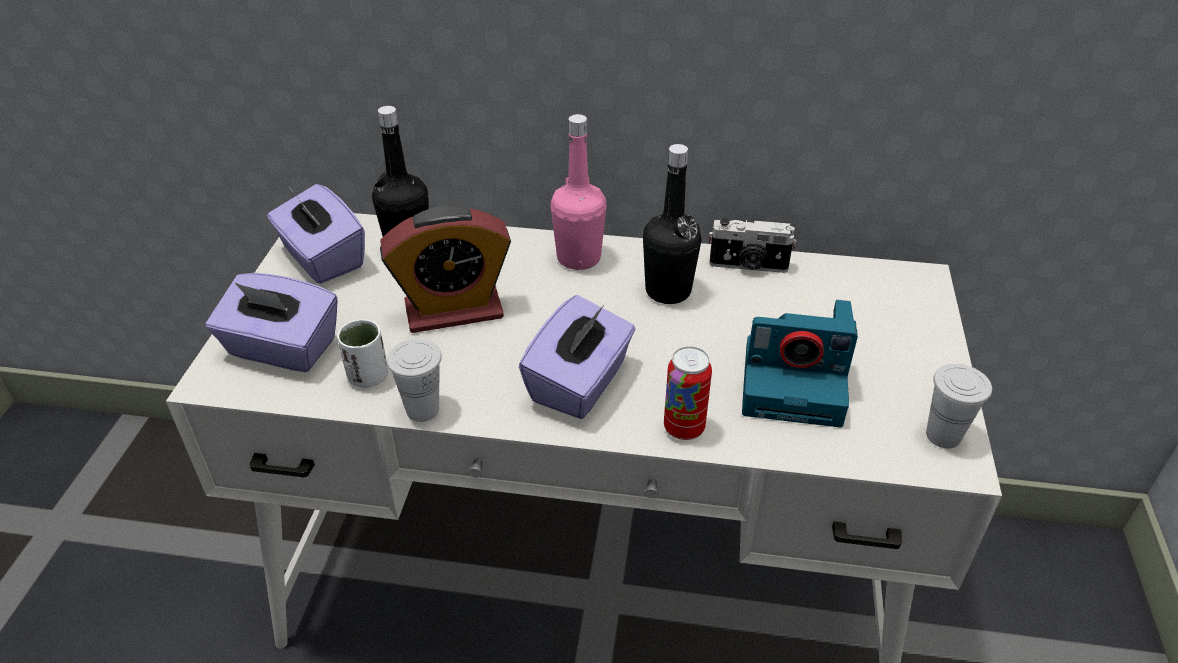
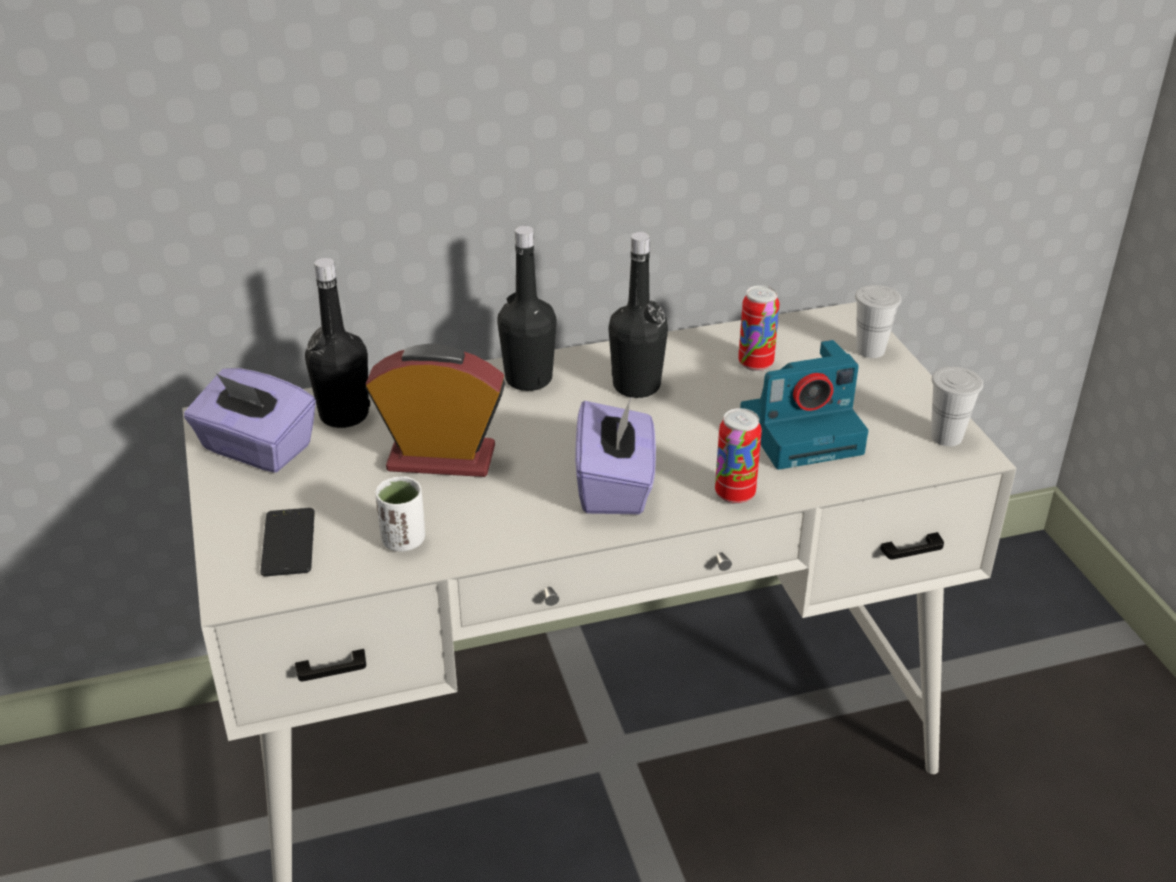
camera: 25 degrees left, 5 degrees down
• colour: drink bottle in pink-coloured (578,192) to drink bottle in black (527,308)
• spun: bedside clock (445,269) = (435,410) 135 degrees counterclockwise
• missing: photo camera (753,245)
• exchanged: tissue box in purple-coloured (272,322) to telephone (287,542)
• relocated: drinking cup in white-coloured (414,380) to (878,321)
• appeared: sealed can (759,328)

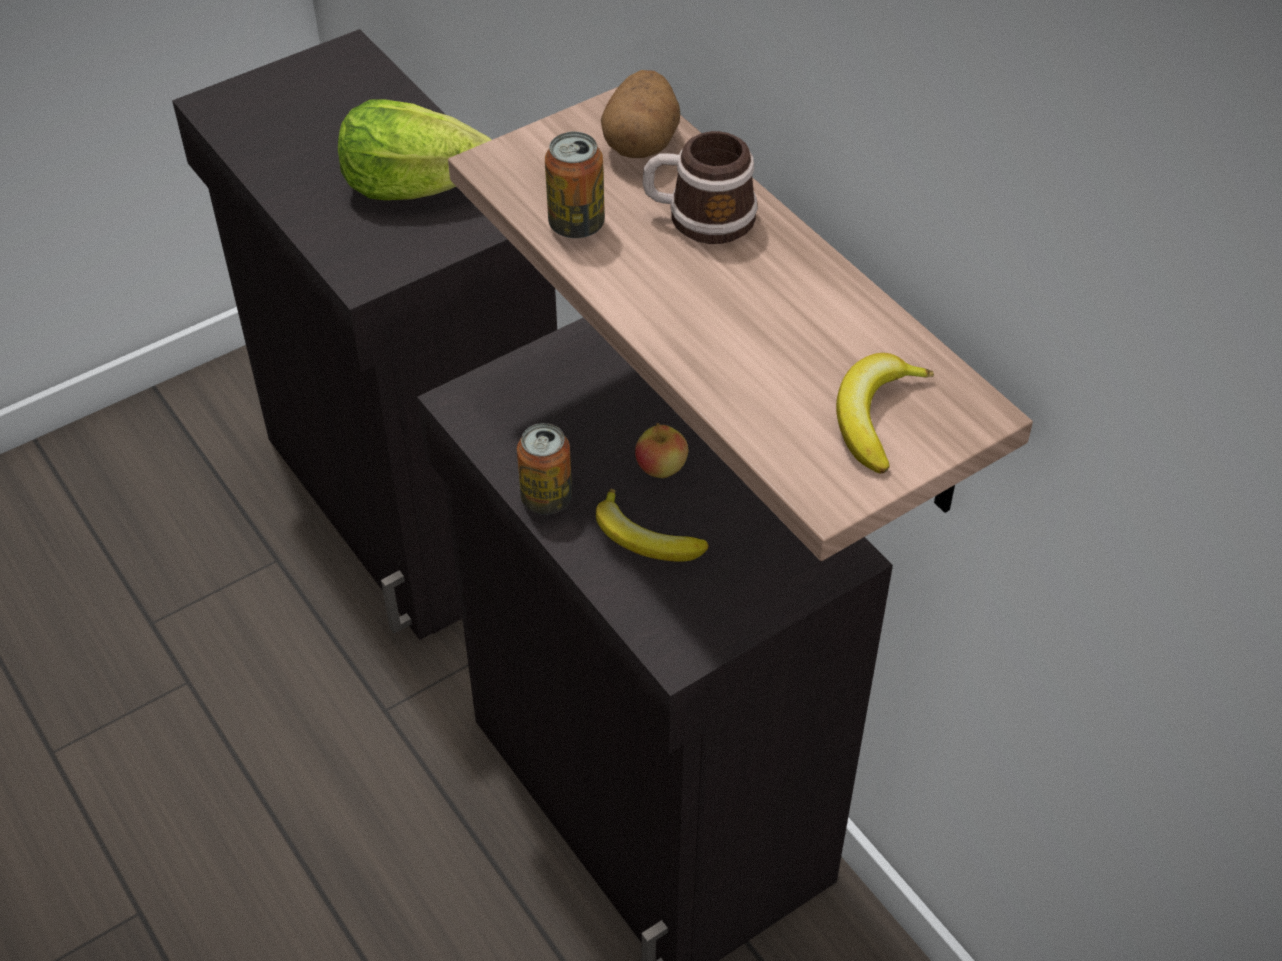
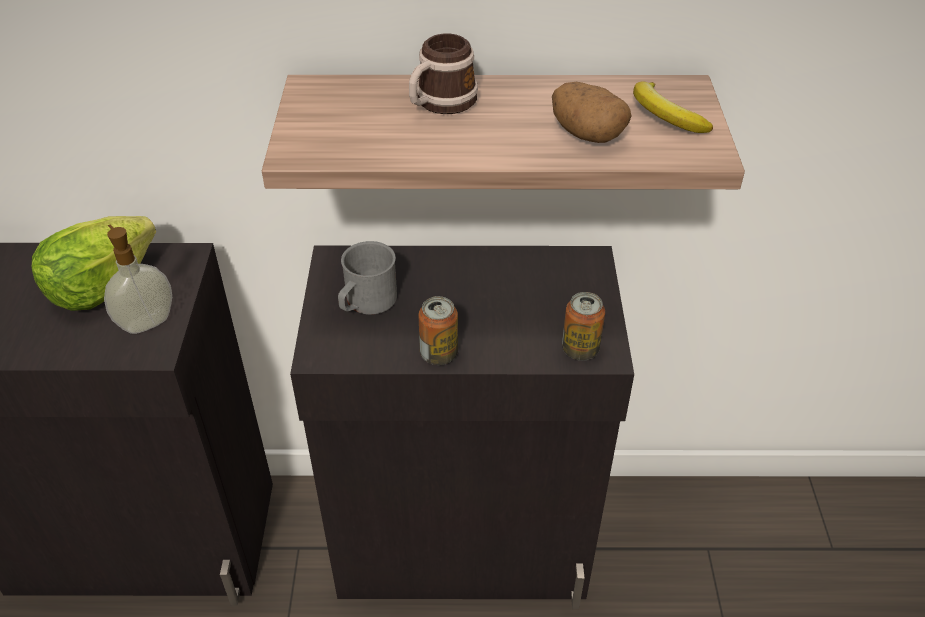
camera: 55 degrees left, 5 degrees down
• relocated: spud (640,114) to (592,112)
• relocated: sealed can (575,185) to (583,326)
• missing: apple (661,450)
• missing: banana (652,525)
• appeared: liquid soap bottle (138,279)
• appeared: coffee mug in grey (367,278)

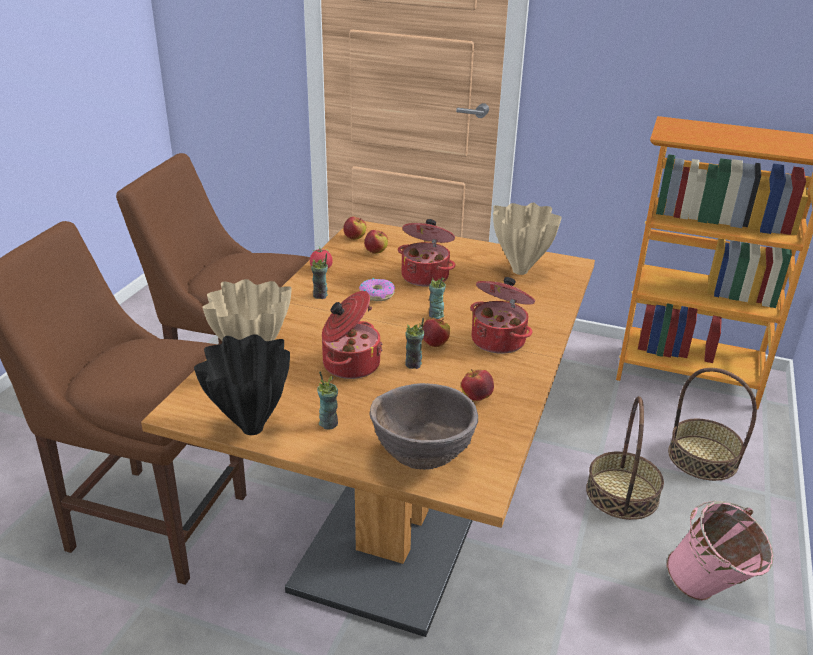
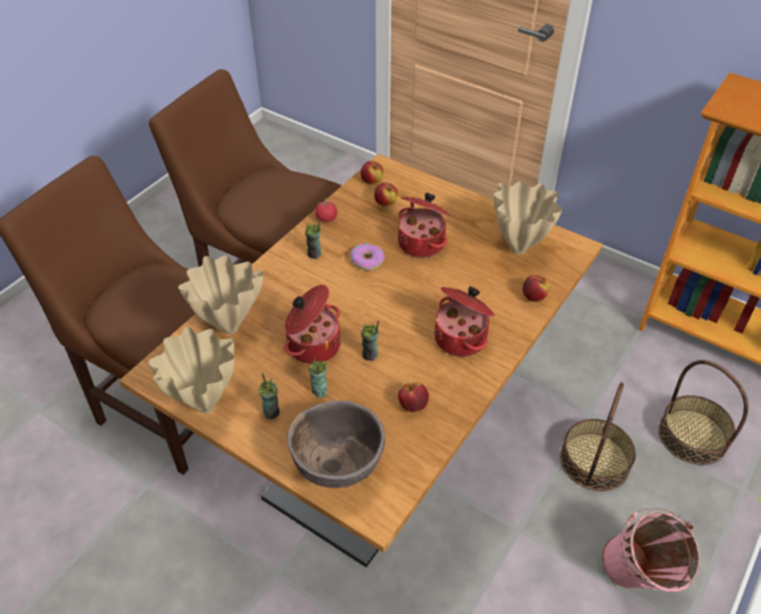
camera: 15 degrees right, 15 degrees up
• relocated: drinking cup (437,298) to (318,378)
• relocated: apple (436,333) to (536,288)
• colour: vase in black (242,384) to vase in beige (191,370)

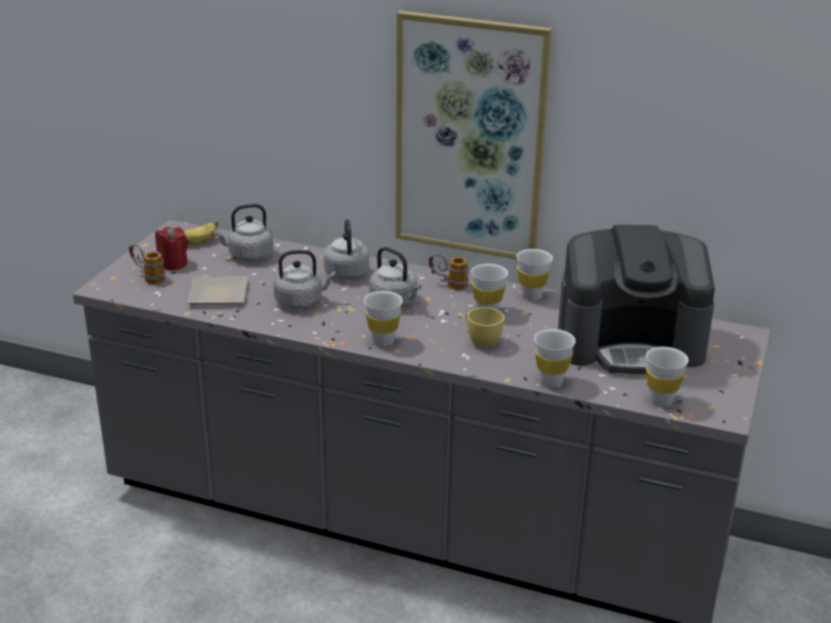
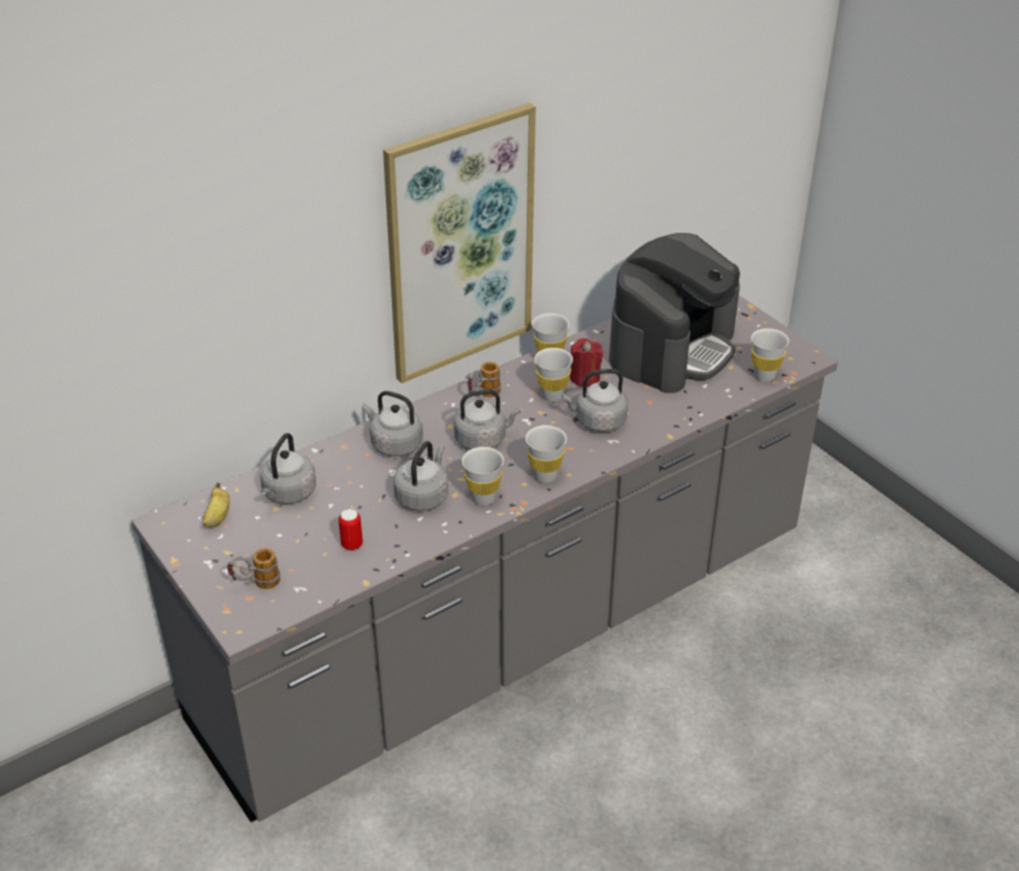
camera: 55 degrees left, 10 degrees up
• relocated: wax light in red-coloured (171,248) to (586,362)
• exchanged: flat dish (218,290) to sealed can (350,530)
• exchanged: drinking cup in yellow-coloured (485,327) to kettle in grey (595,400)
• relocated: drinking cup in white-coloured (555,358) to (483,476)

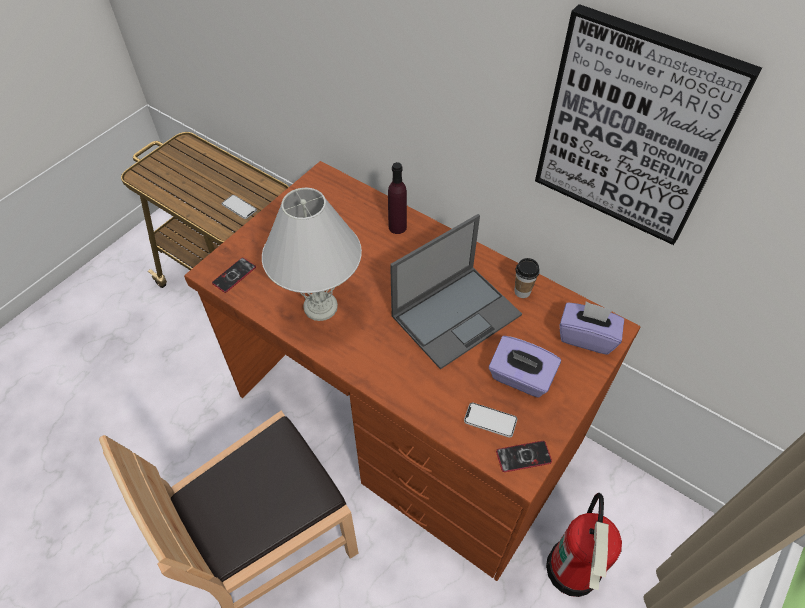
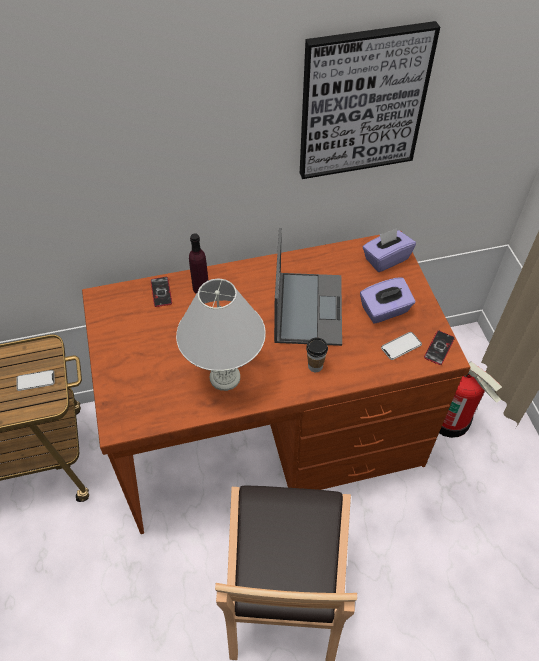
camera: 50 degrees left, 0 degrees up
• relocated: telephone (234,275) to (161,292)
• relocated: drinking cup (527,278) to (317,355)

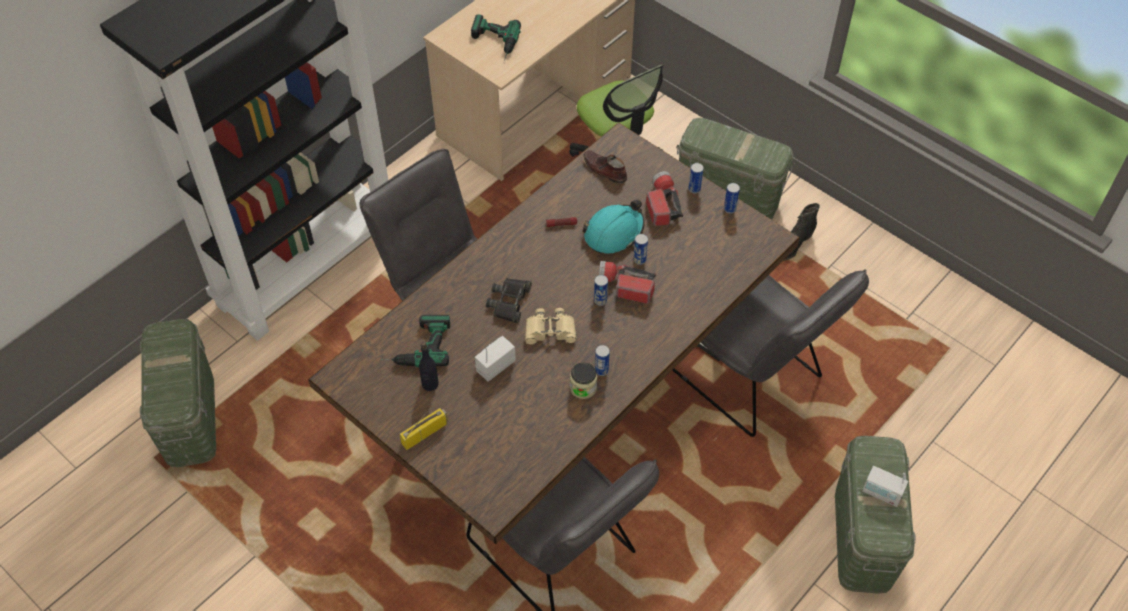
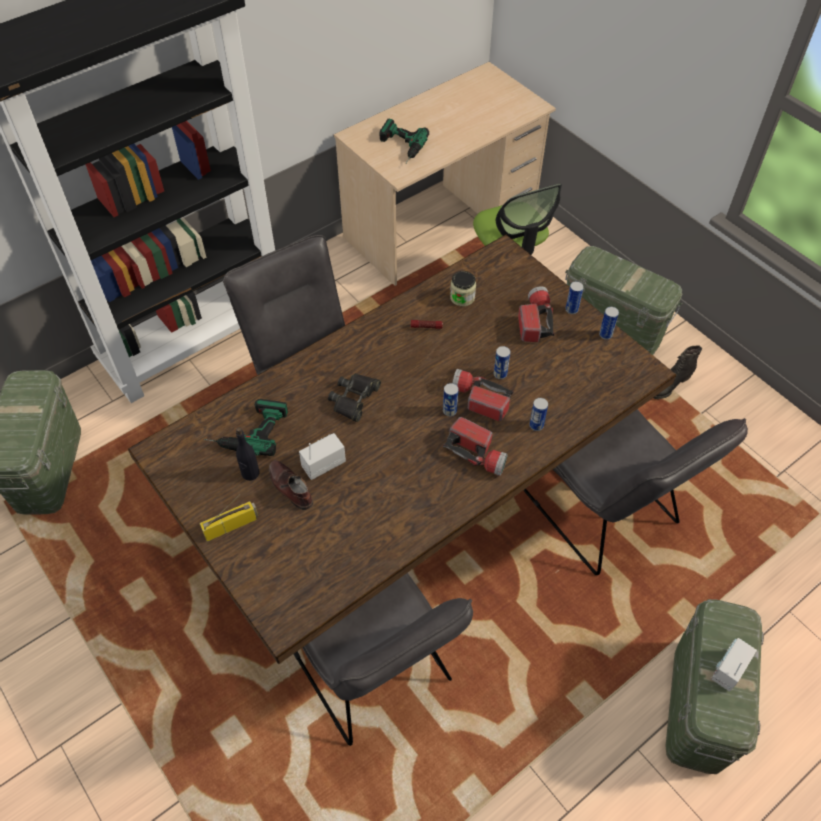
camera: 10 degrees right, 0 degrees up
• relocated: item of footwear in brown-coloured (605,167) to (291,485)
• missing: hard hat in turquoise-coloured (613,226)
• missing: binoculars in beige (551,326)
• relocated: sealed can (602,360) to (538,414)
• relocated: jar (583,381) to (463,288)
• spun: radio receiver (885,486) = (734,665) 90 degrees clockwise
• appeared: torch (475,446)

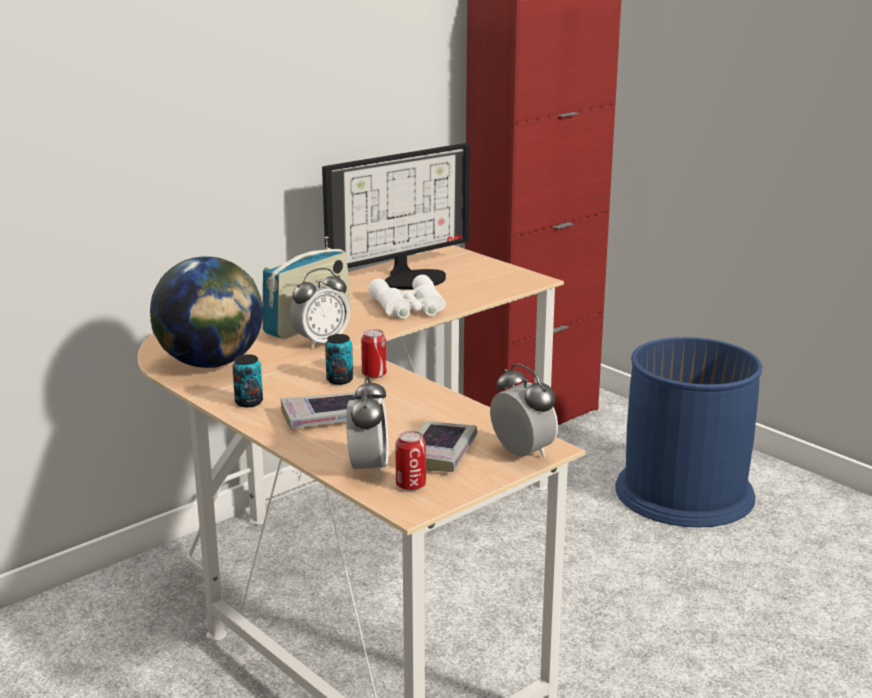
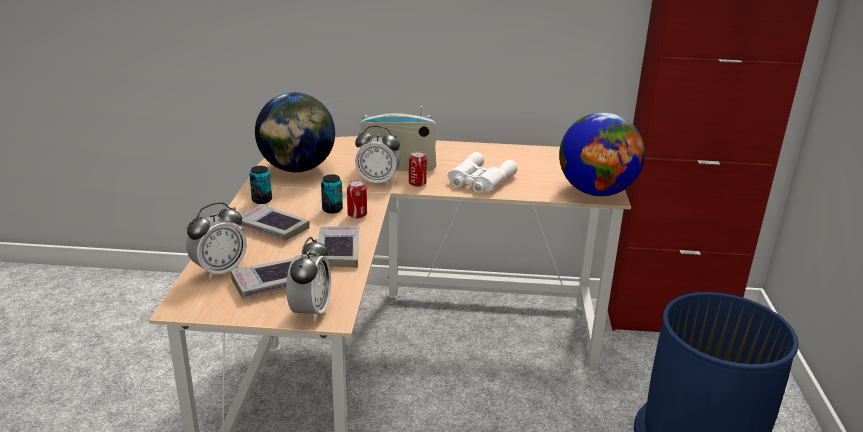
camera: 45 degrees right, 5 degrees up
• missing: computer display (396,216)
• relocated: sealed can (411,461) to (418,169)
• appeared: world globe (602,154)
• appeared: volume (337,247)

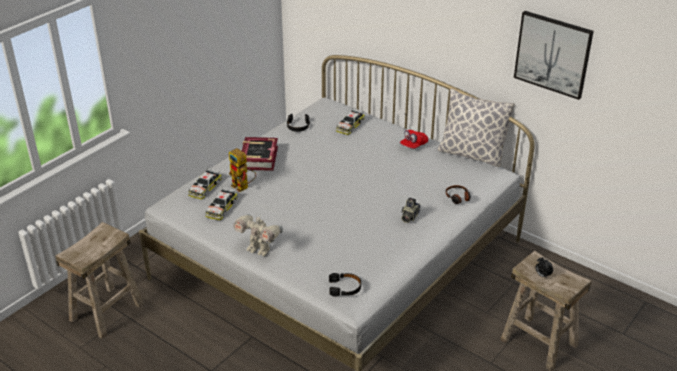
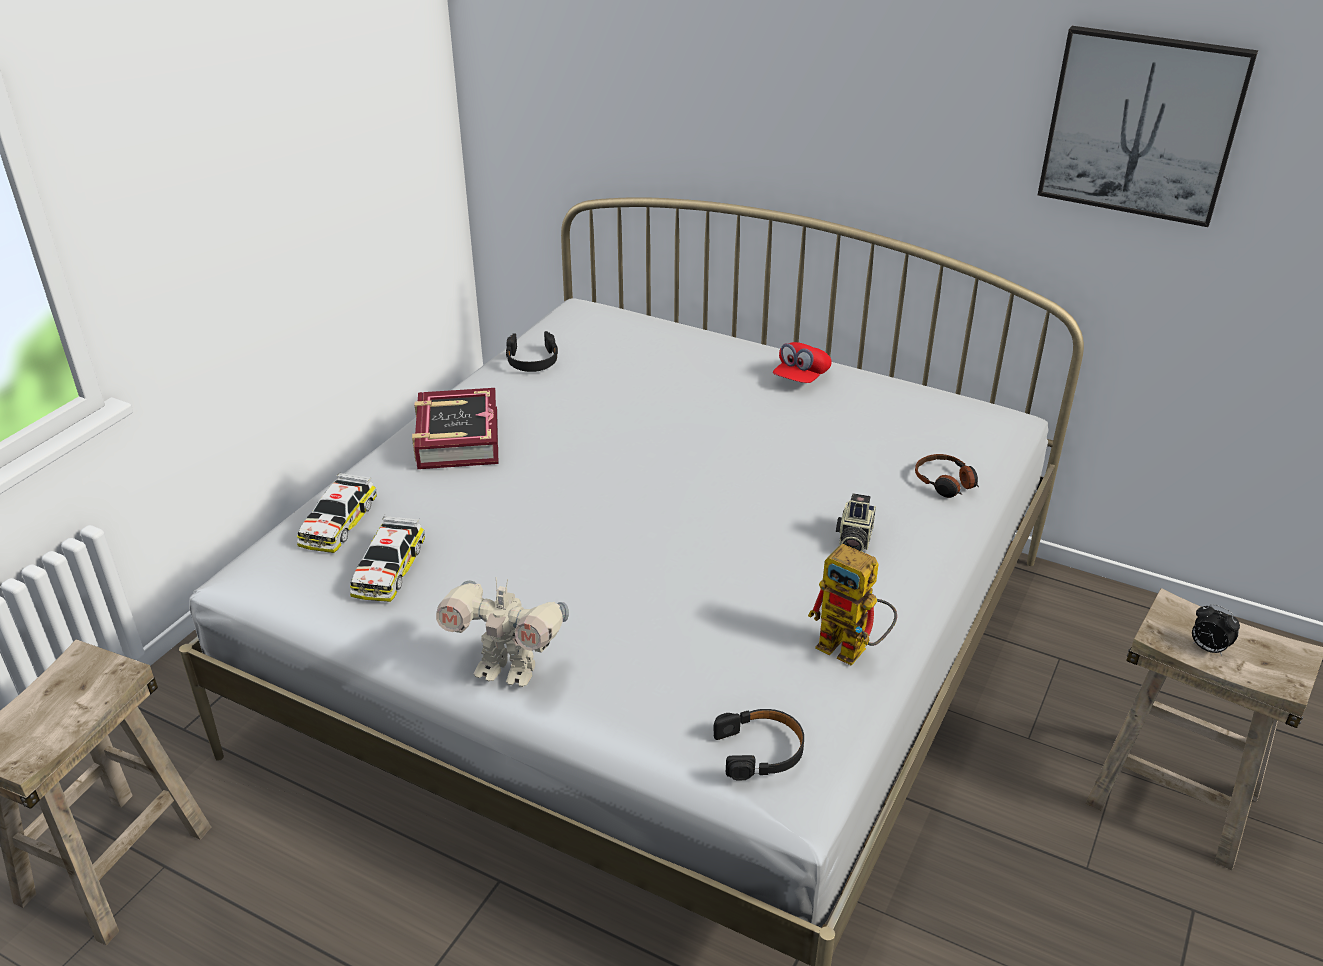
camera: 10 degrees left, 0 degrees up
• missing: throw pillow (475,128)
• missing: toy car (350,121)
• relocated: model robot (242,170) to (852,605)

